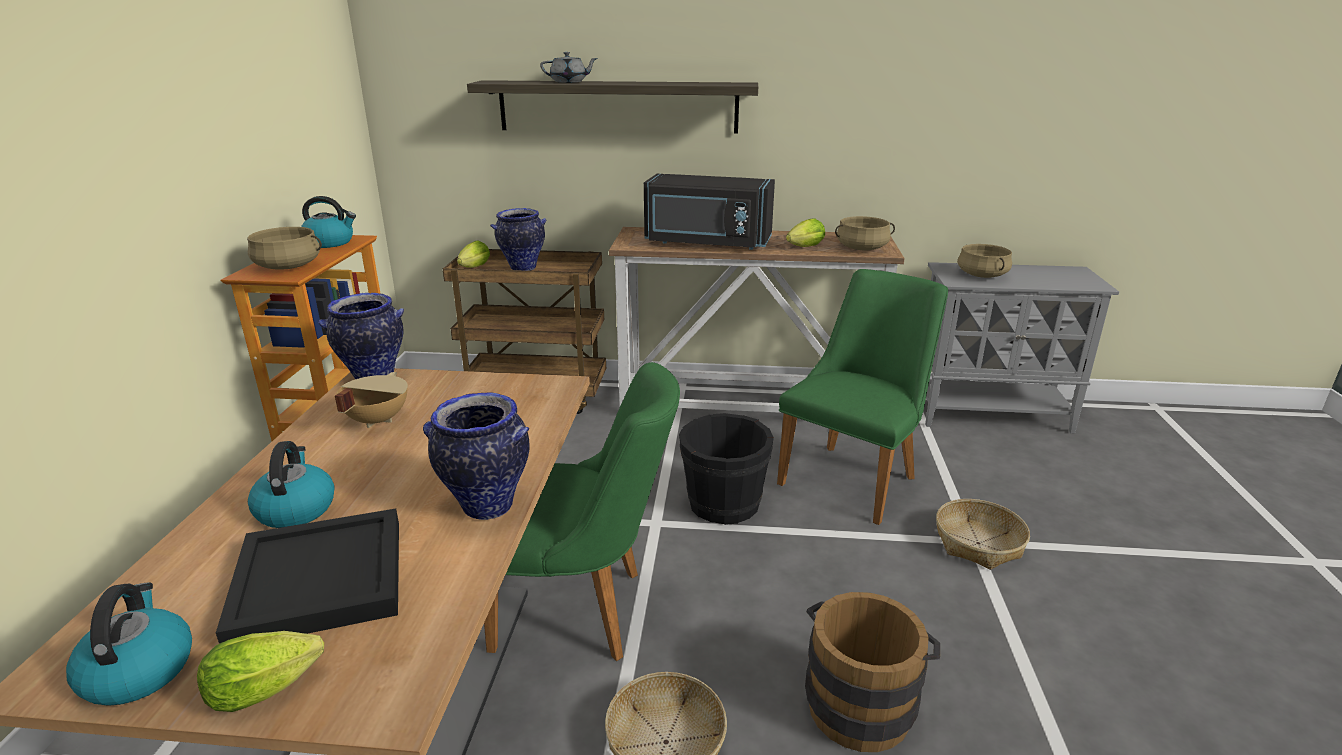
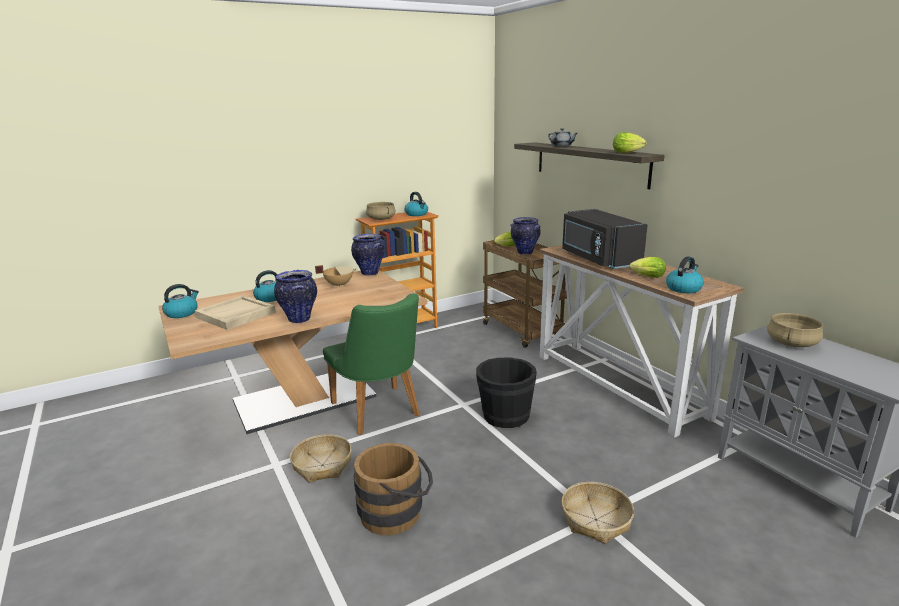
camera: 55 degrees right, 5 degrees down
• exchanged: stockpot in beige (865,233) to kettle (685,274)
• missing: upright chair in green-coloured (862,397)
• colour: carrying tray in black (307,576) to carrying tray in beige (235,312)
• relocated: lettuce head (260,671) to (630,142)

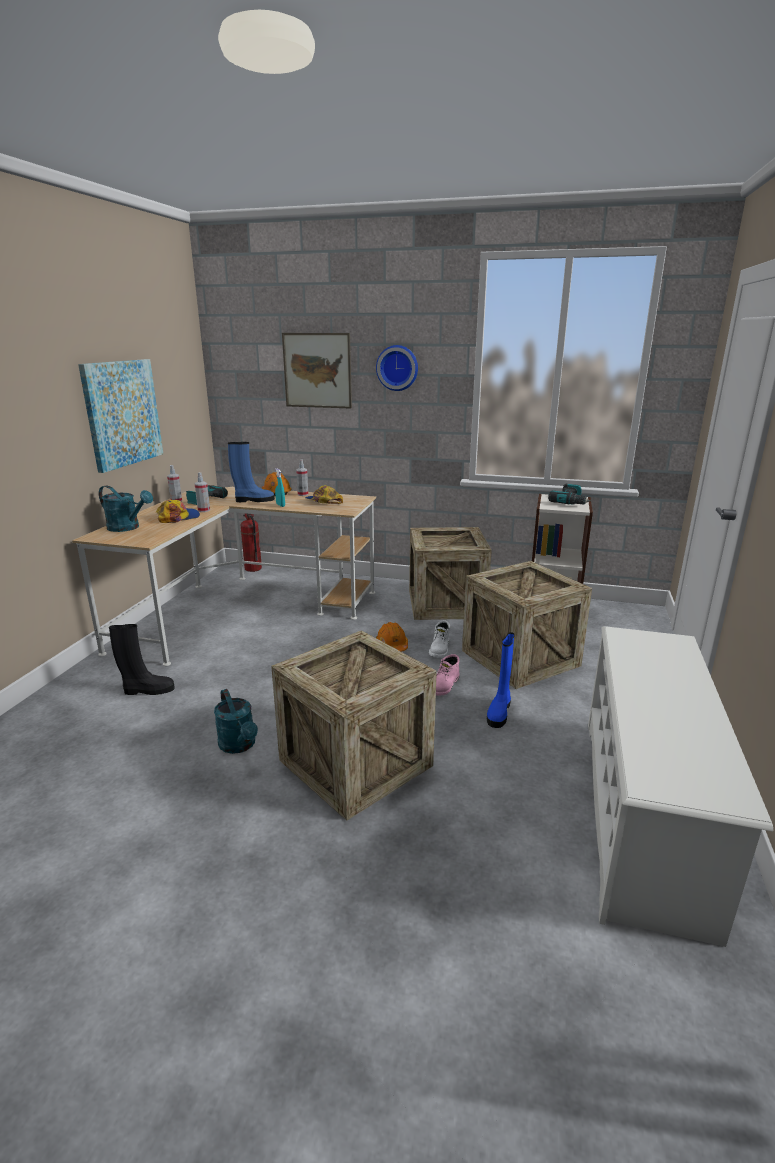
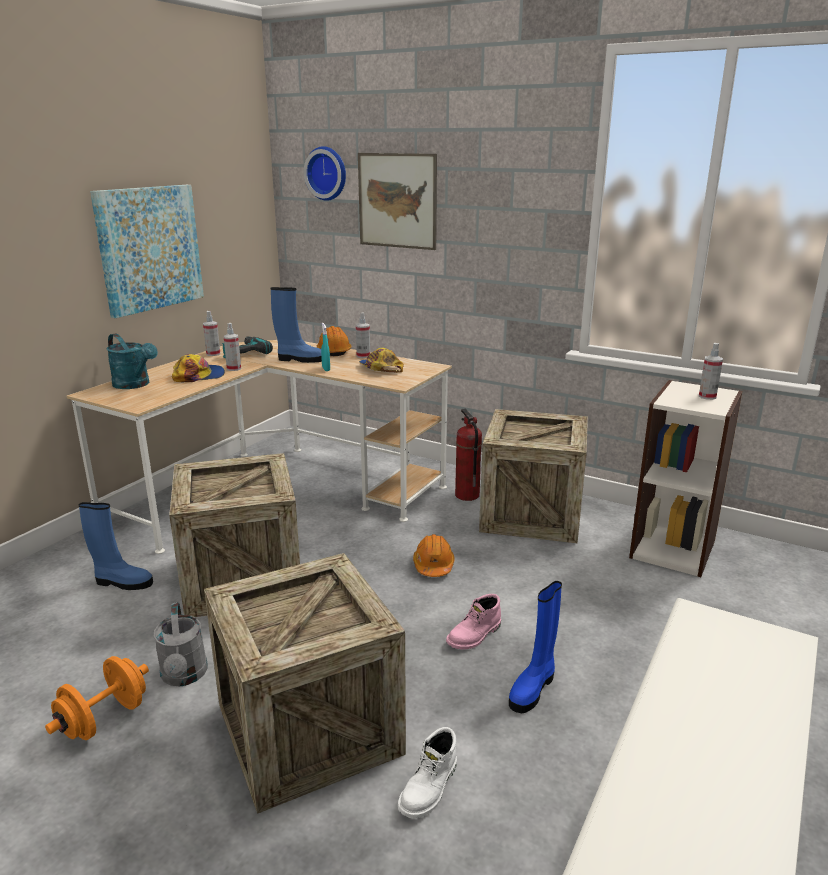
camera: 15 degrees right, 0 degrees up
• relocated: clock on the wall (397,368) to (325,173)
• exchanged: power drill (569,494) to sprayer (711,371)
• relocated: fire-fighting cylinder (251,542) to (468,455)
• relocated: crate (527,625) to (234,535)
• relocated: high-top boot in white-coloured (440,639) to (427,772)
• colour: high-top boot in black (142,659) to high-top boot in blue (116,546)
• colour: watering can in turquoise-coloured (236,721) to watering can in grey (181,644)
• appeared: free weight in orange (97,698)

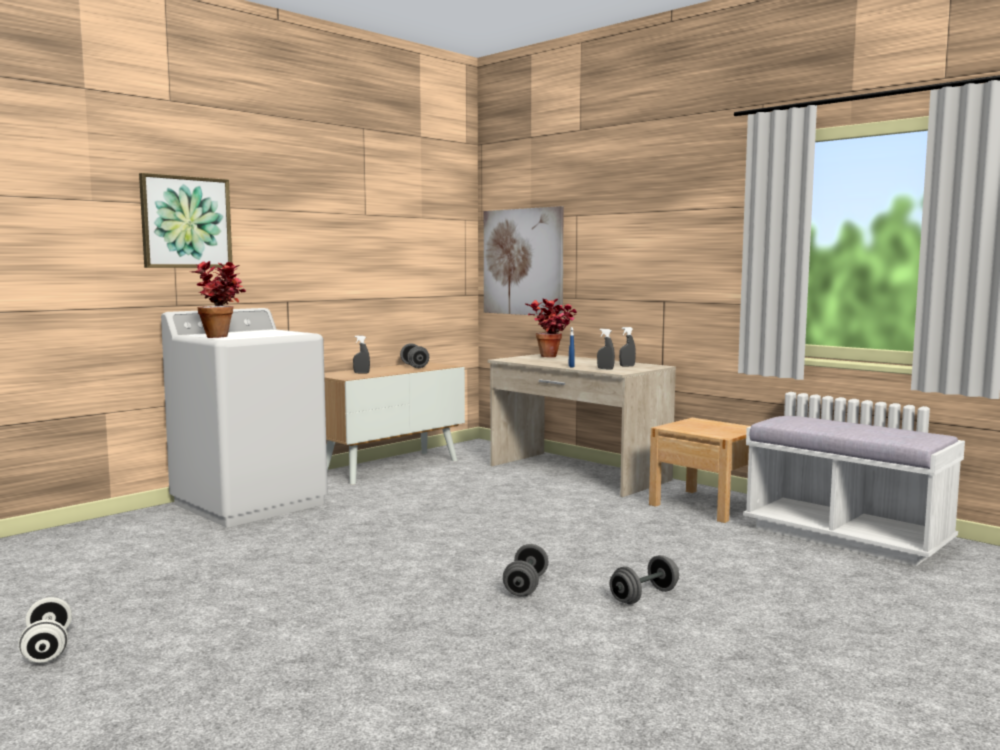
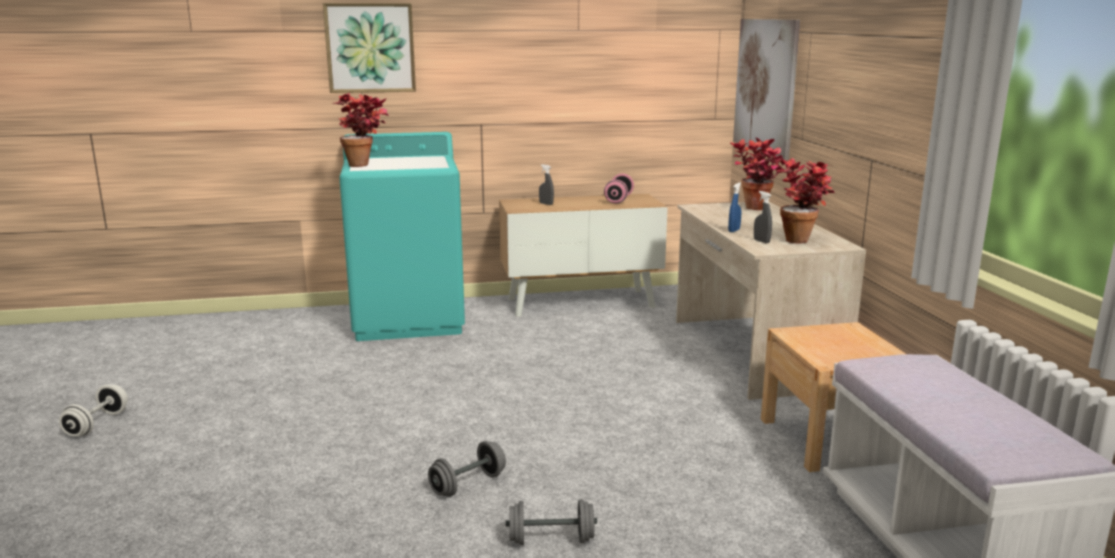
camera: 35 degrees right, 10 degrees up
• colour: washing machine in white-coloured (244,417) to washing machine in turquoise-coloured (402,236)
• exchanged: sprayer in grey (627,347) to houseplant (805,200)
• colour: free weight in grey (414,355) to free weight in pink-coloured (619,189)

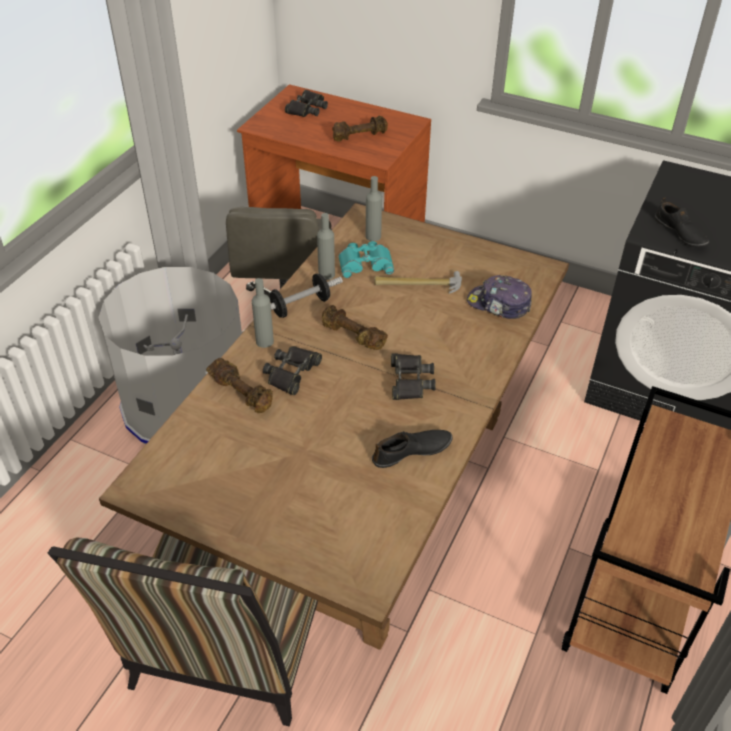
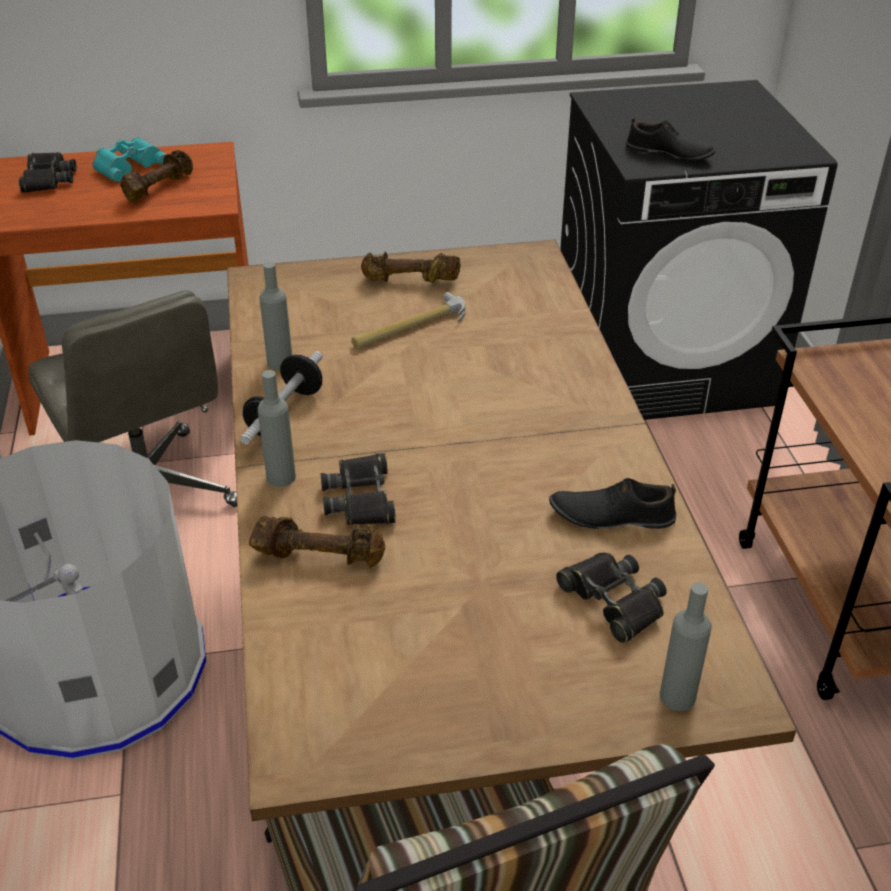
camera: 35 degrees left, 5 degrees down
• relocated: drink bottle in grey (374,208) to (686,646)
• relocated: binoculars in turquoise-coloured (366,259) to (130,159)
• missing: peaked cap (499,297)
• relocated: free weight in brown-coloured (355,327) to (411,267)
• relocated: binoculars in black (413,376) to (611,598)
• spun: item of footwear in black (412,449) = (612,503) 120 degrees counterclockwise

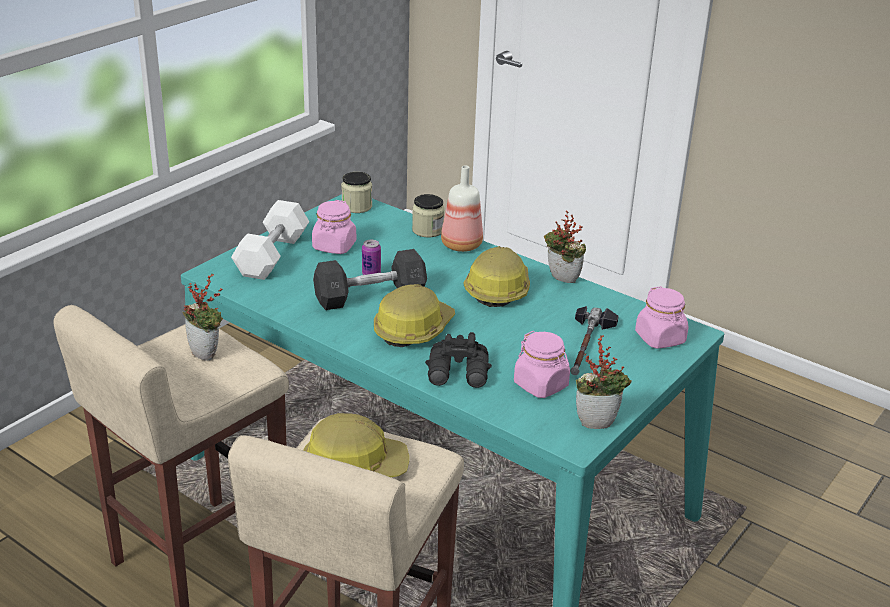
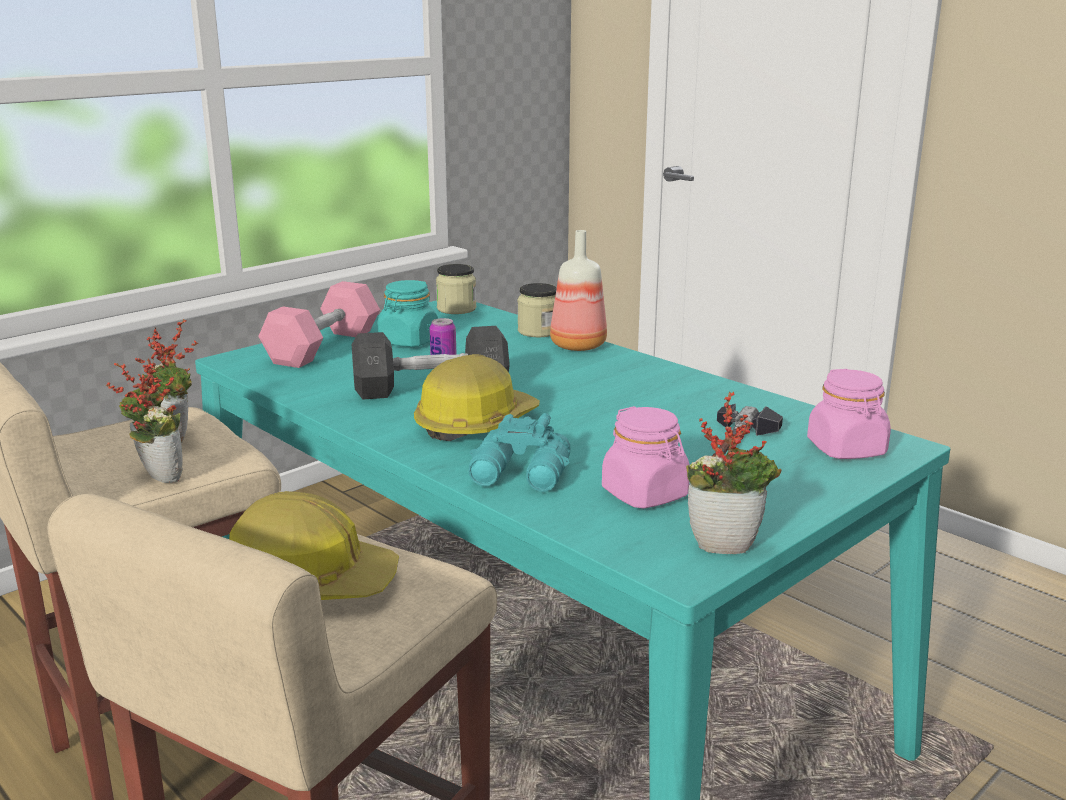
camera: 10 degrees right, 10 degrees down
• colour: free weight in white-coloured (270,240) to free weight in pink-coloured (319,324)
• colour: jar in pink-coloured (334,227) to jar in turquoise-coloured (407,313)
• relocated: houseplant (565,246) to (144,418)
• missing: hard hat (497,276)
• colour: binoculars in black (458,360) to binoculars in turquoise-coloured (519,452)

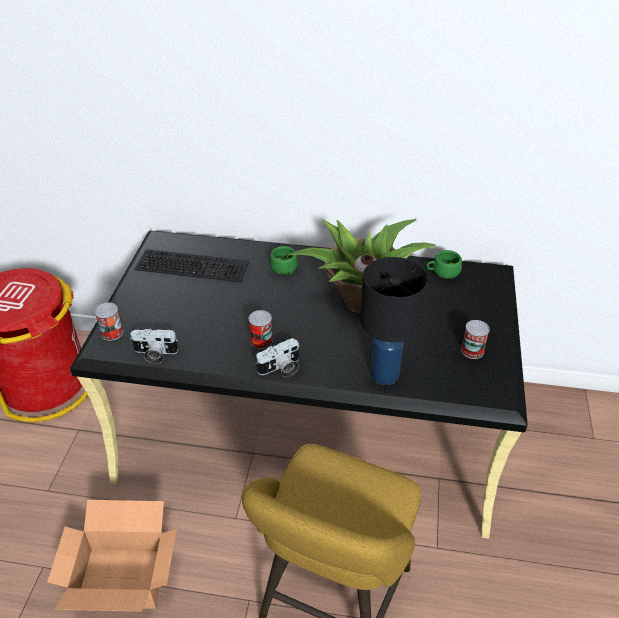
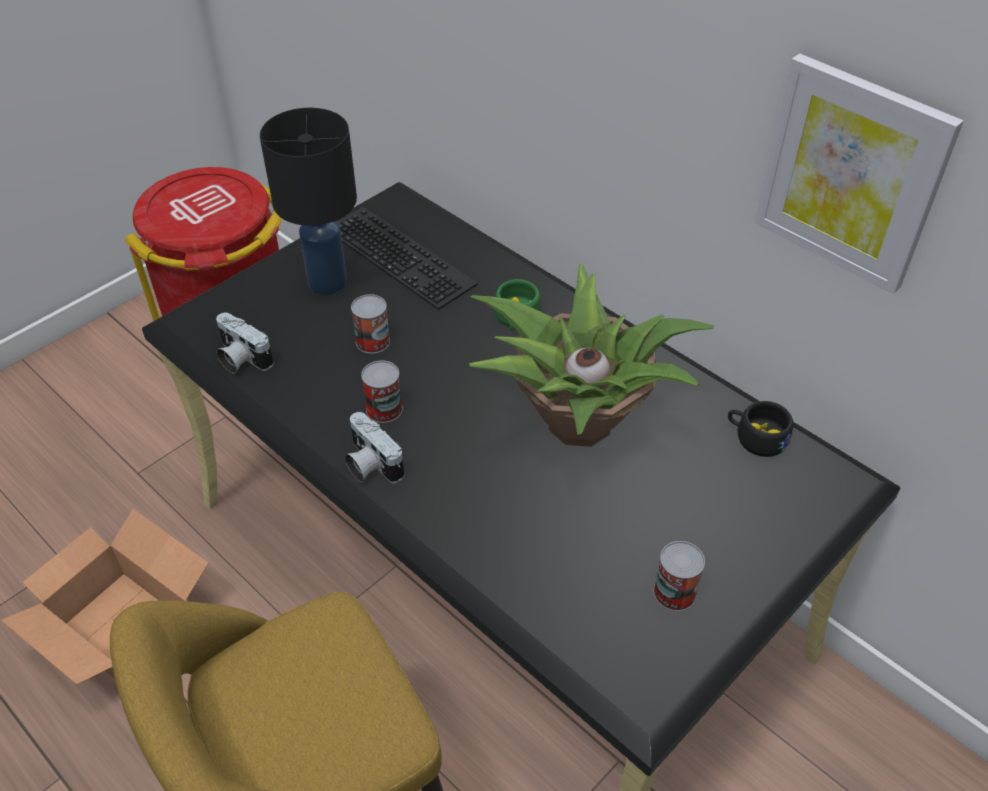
camera: 35 degrees right, 5 degrees up
• colour: drinking cup in green-coloured (444,264) to drinking cup in black (760,429)
• relocated: table lamp in black (394,321) to (308,201)
• relocated: sealed can (108,321) to (370,324)
• spun: photo camera (277,357) = (374,447) 45 degrees clockwise
• appeared: wall art (859,174)

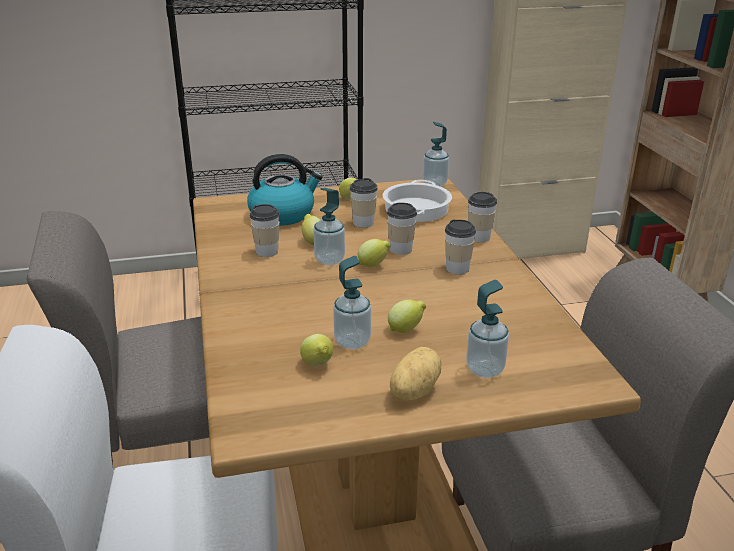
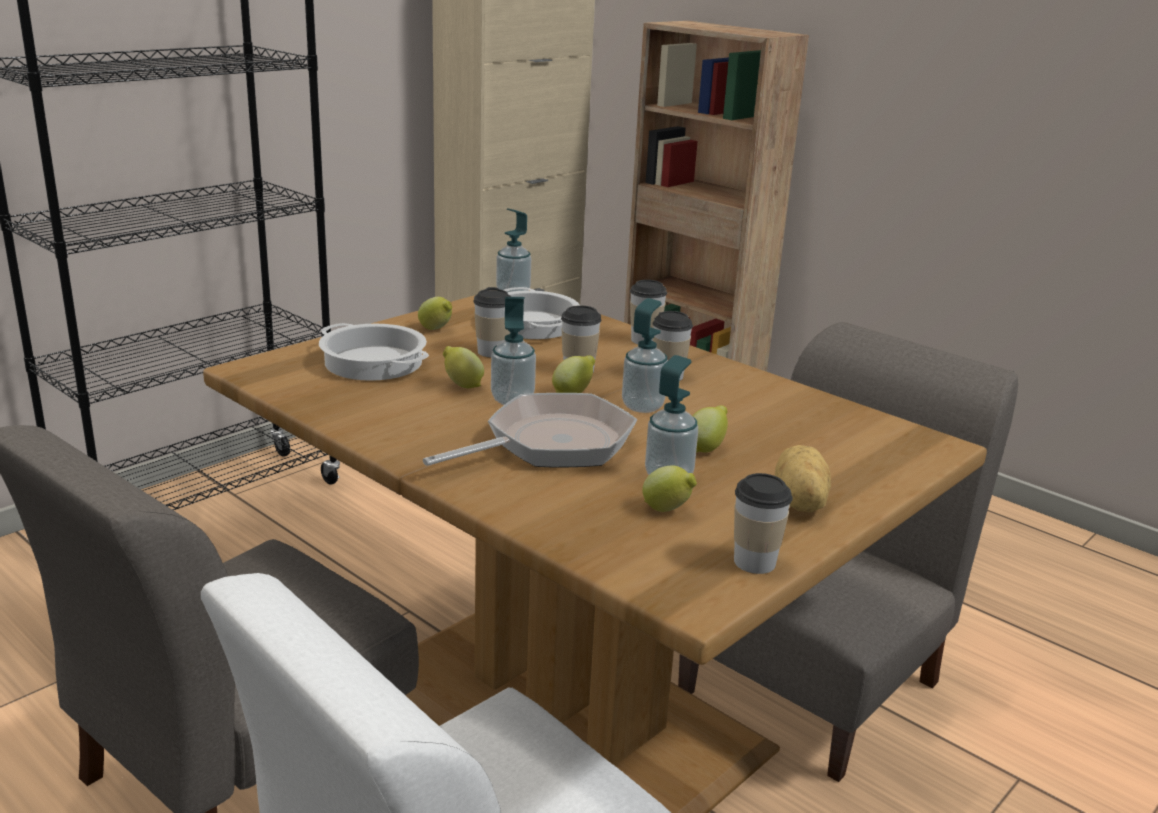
camera: 35 degrees left, 5 degrees down
• exchanged: kettle (285,190) to stockpot (374,352)
• relocated: drinking cup (264,230) to (763,523)
• relocated: liquid soap bottle (487,329) to (645,355)
• appeared: frying pan (530,430)

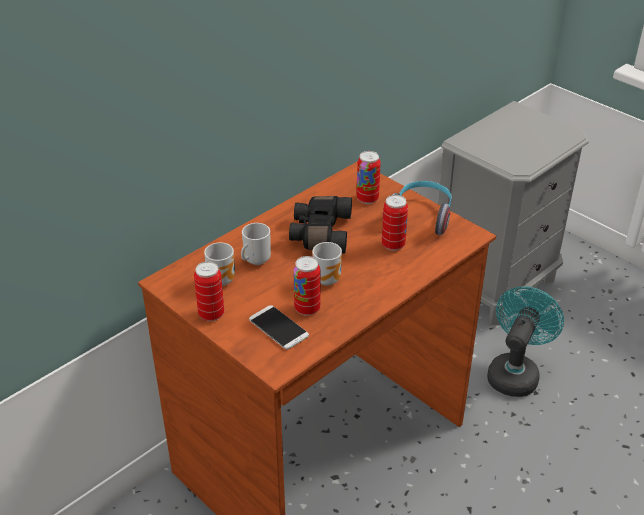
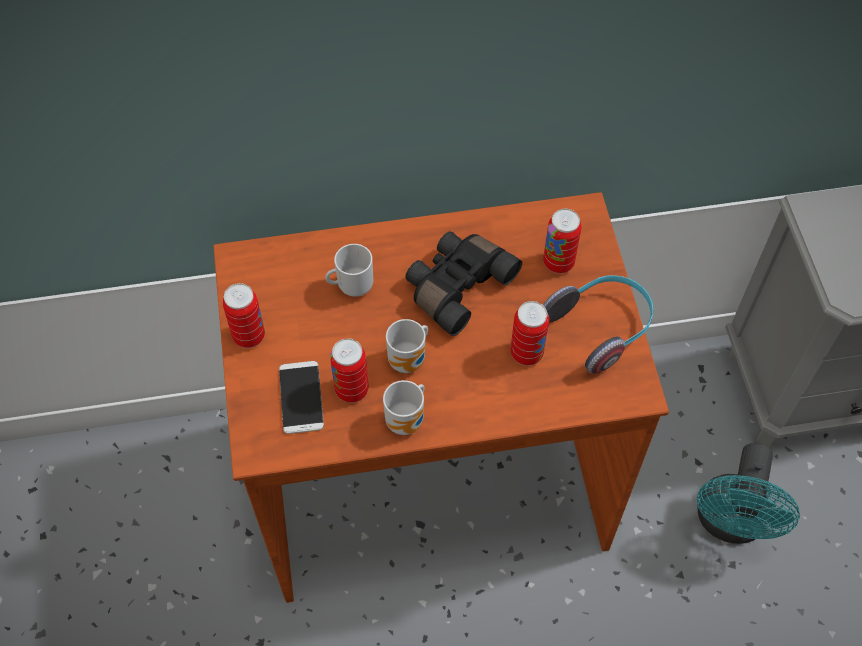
camera: 35 degrees right, 20 degrees up
• relocated: coffee mug (219,264) to (403,407)
• spun: electric fan in turquoise-coloured (525,341) = (748,493) 135 degrees clockwise

